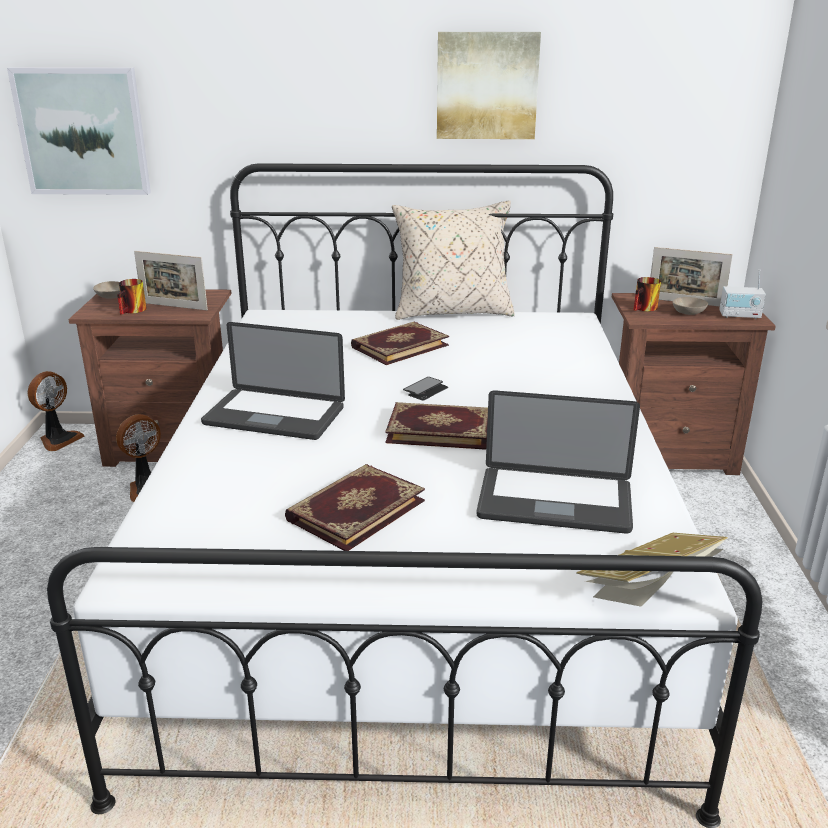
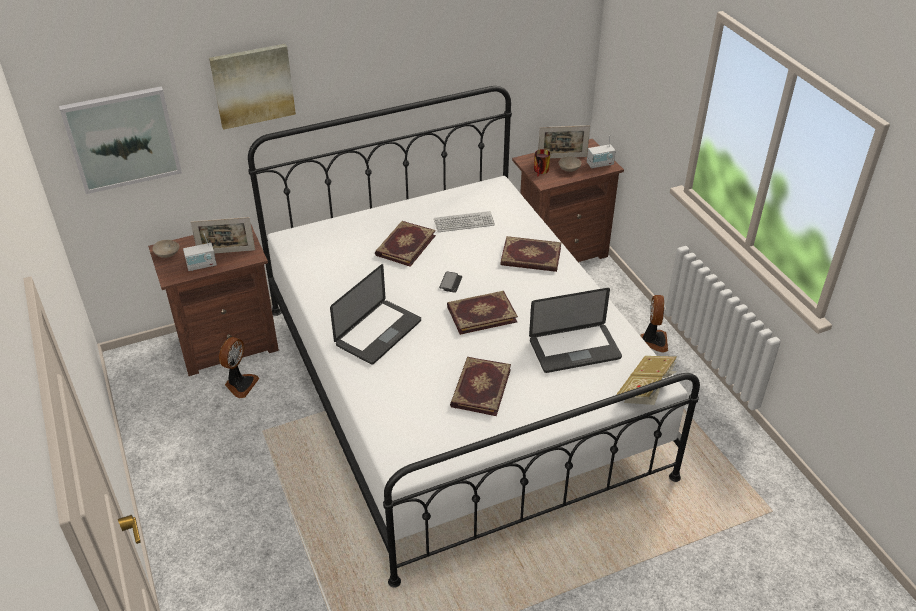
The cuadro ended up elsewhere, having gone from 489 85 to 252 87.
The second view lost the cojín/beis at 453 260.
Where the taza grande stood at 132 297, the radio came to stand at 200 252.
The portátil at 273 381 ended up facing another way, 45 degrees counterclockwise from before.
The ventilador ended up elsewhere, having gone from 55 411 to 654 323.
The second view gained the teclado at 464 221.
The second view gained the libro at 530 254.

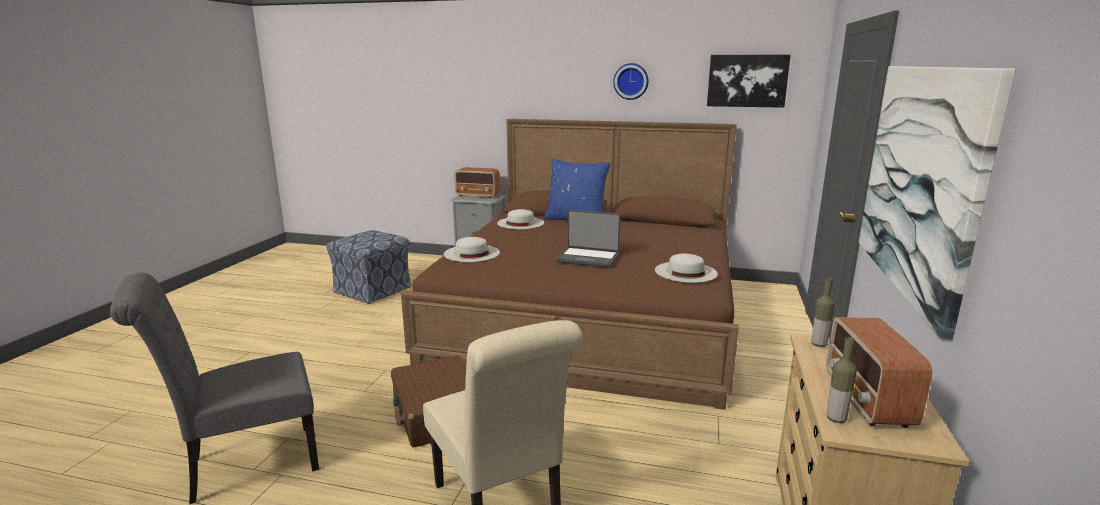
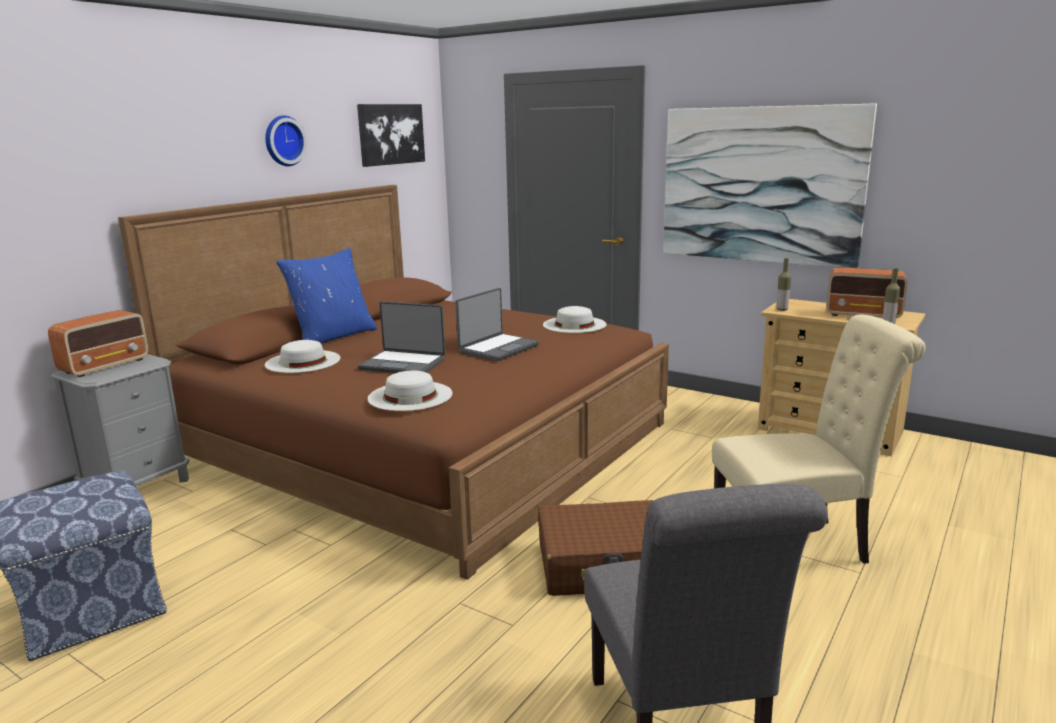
The second view gained the portátil at 402 337.

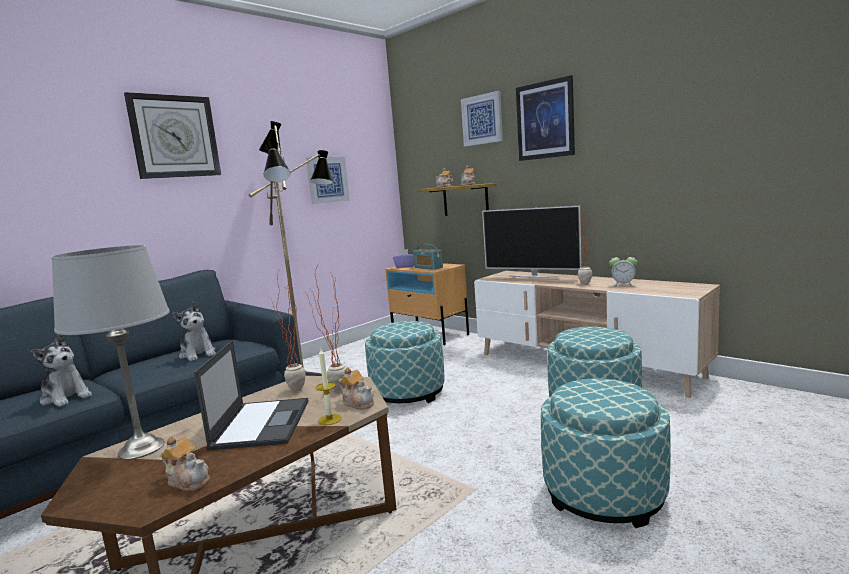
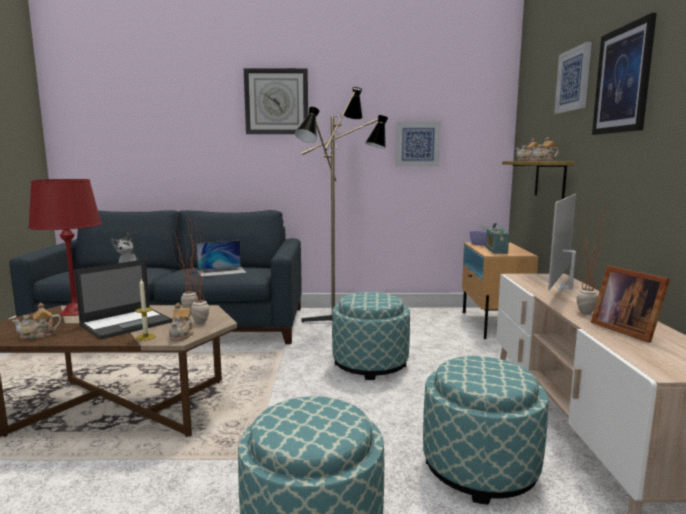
The televisor at 532 242 ended up facing another way, 45 degrees clockwise from before.
What was the lámpara de mesa/gris at 110 352 turned into the lámpara de mesa/rojo at 65 247.
Where the despertador stood at 623 272, the portarretratos came to stand at 630 304.
Where the peluche stood at 194 331, the portátil came to stand at 221 258.
The tetera at 185 463 ended up facing another way, 75 degrees clockwise from before.

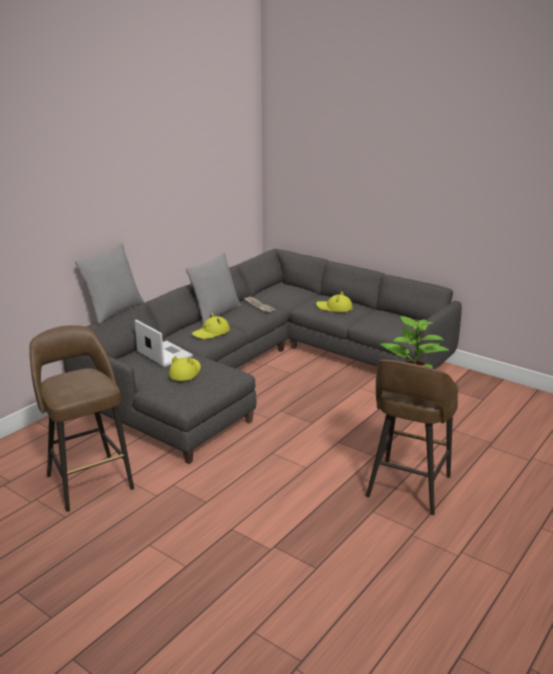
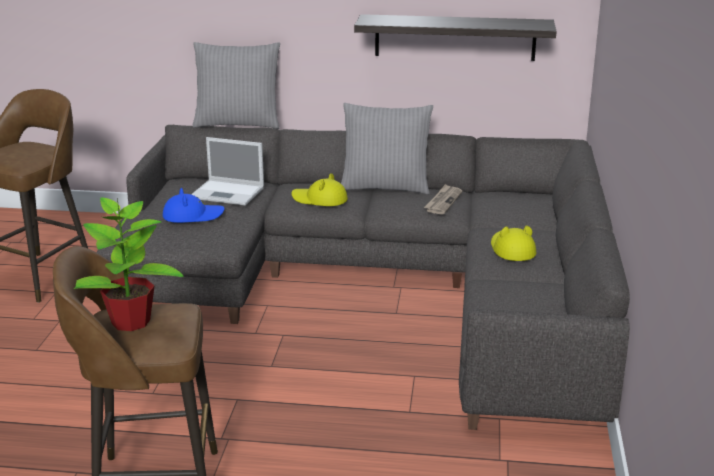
The portátil at 164 343 ended up facing another way, 90 degrees clockwise from before.
What was the sombrero/amarillo at 185 368 turned into the sombrero/azul at 194 205.
The second view gained the estante at 455 37.

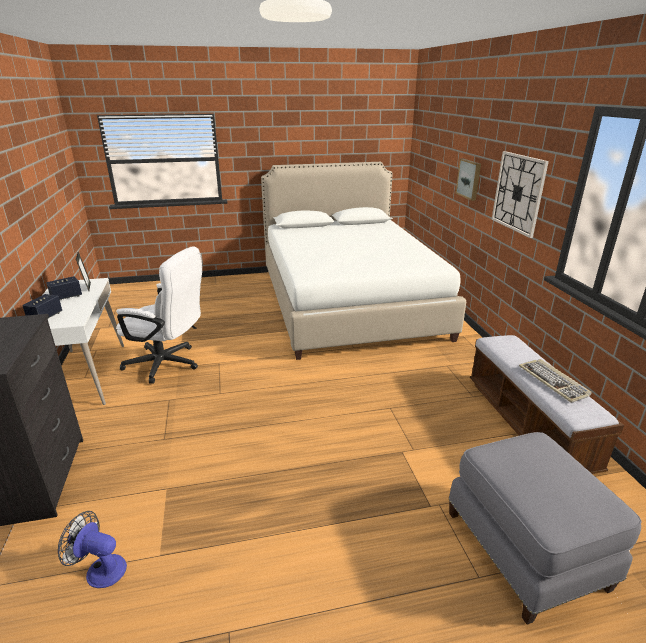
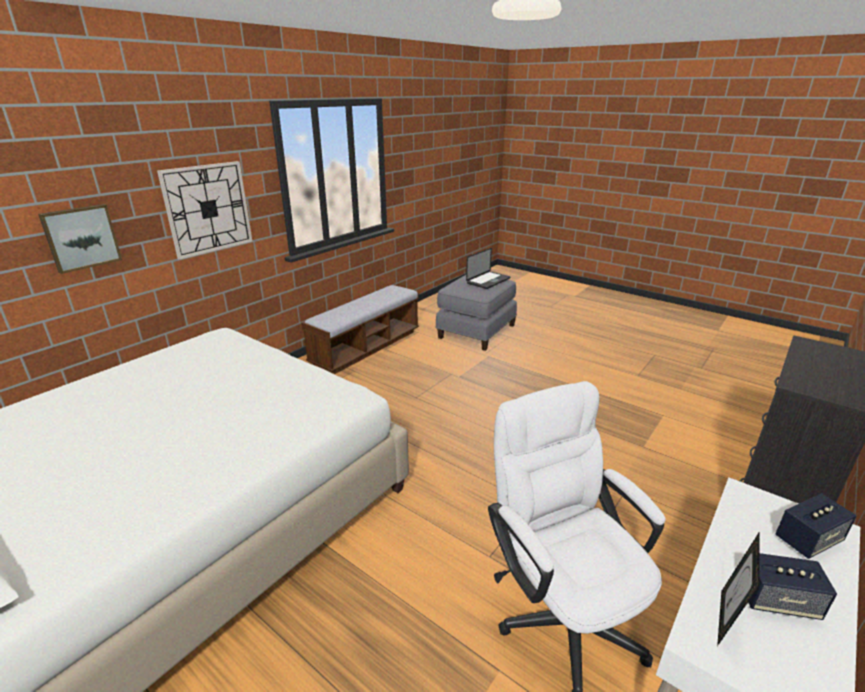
The second view lost the teclado at 555 381.
The second view lost the ventilador at 92 549.
The second view gained the portátil at 488 268.

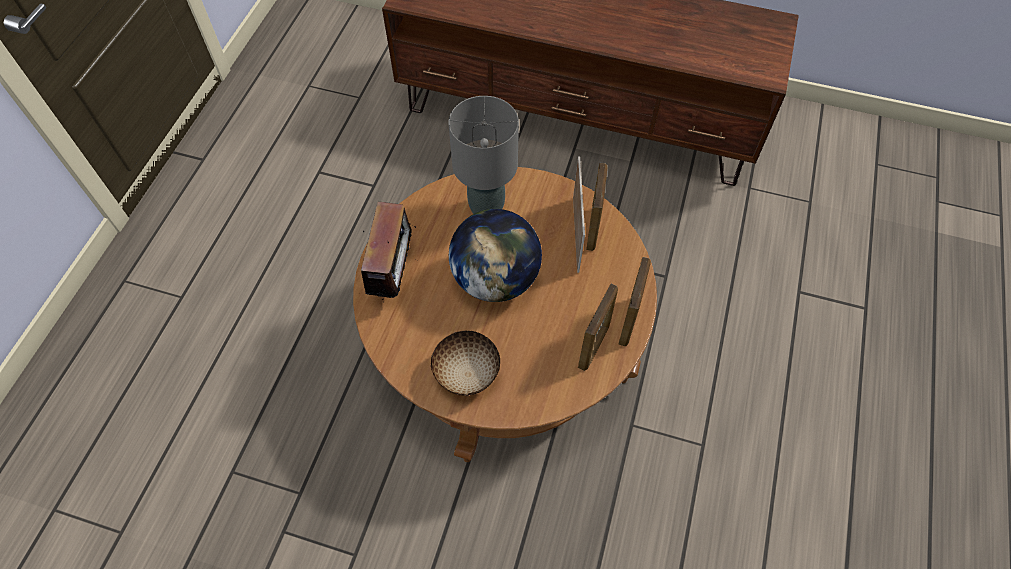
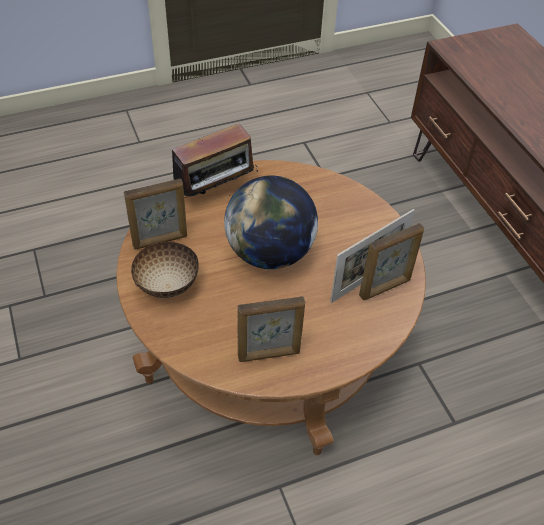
The second view lost the lámpara de mesa/gris at 483 155.
The portarretratos ended up elsewhere, having gone from 634 301 to 155 214.

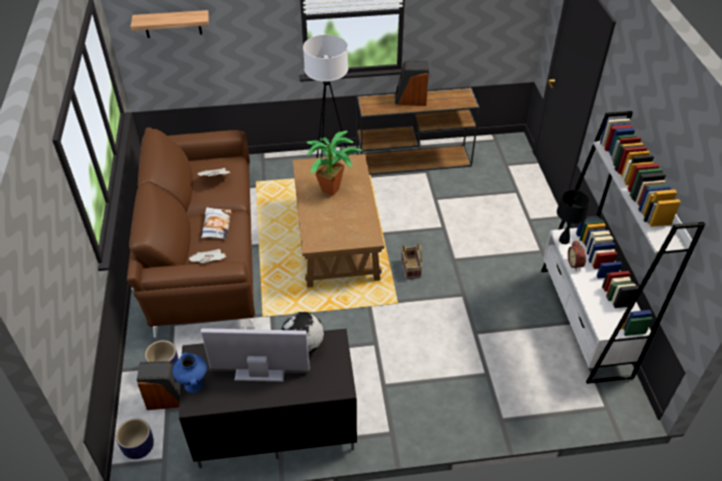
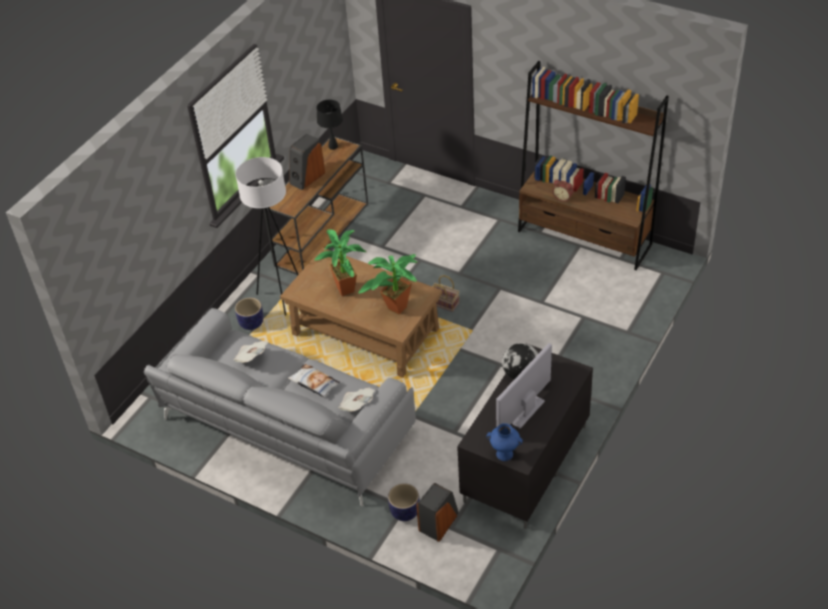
The second view lost the estante at 170 24.
What was the estantería/blanco at 623 247 turned into the estantería/marrón at 593 165.
What was the sofá/marrón at 190 232 turned into the sofá/gris at 280 407.
The lámpara de mesa/negro ended up elsewhere, having gone from 573 217 to 329 125.
The maceta ended up elsewhere, having gone from 135 438 to 249 314.
The second view gained the planta en maceta at 388 284.

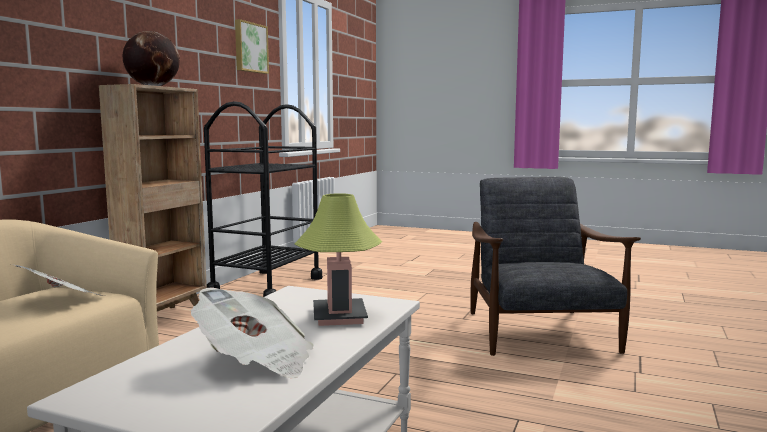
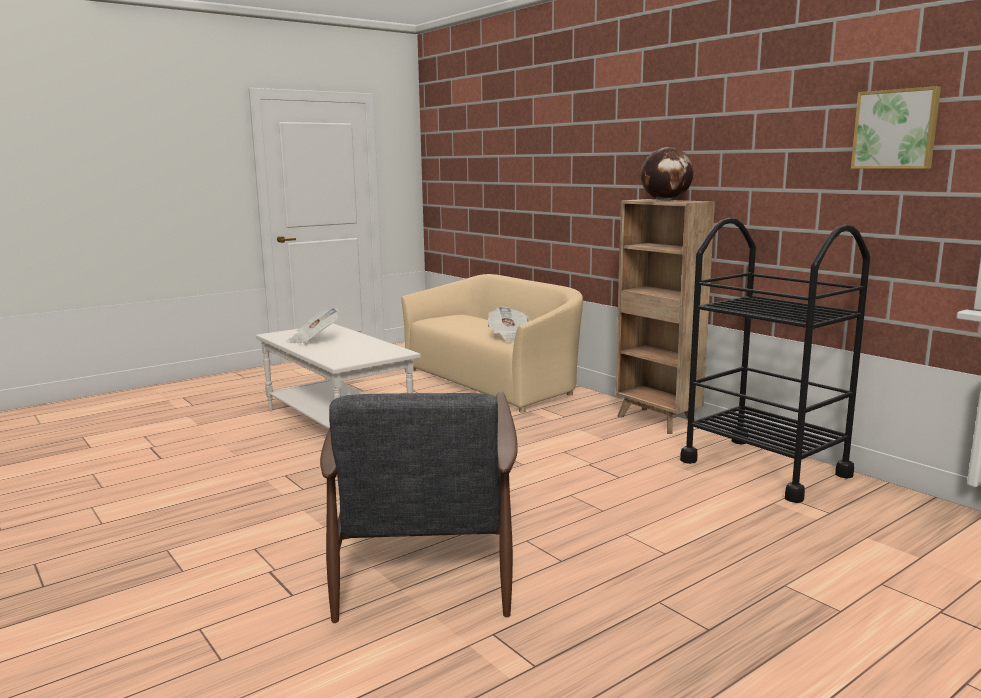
The sillón/gris at 555 266 ended up facing another way, 60 degrees clockwise from before.
The second view lost the lámpara de mesa at 338 260.

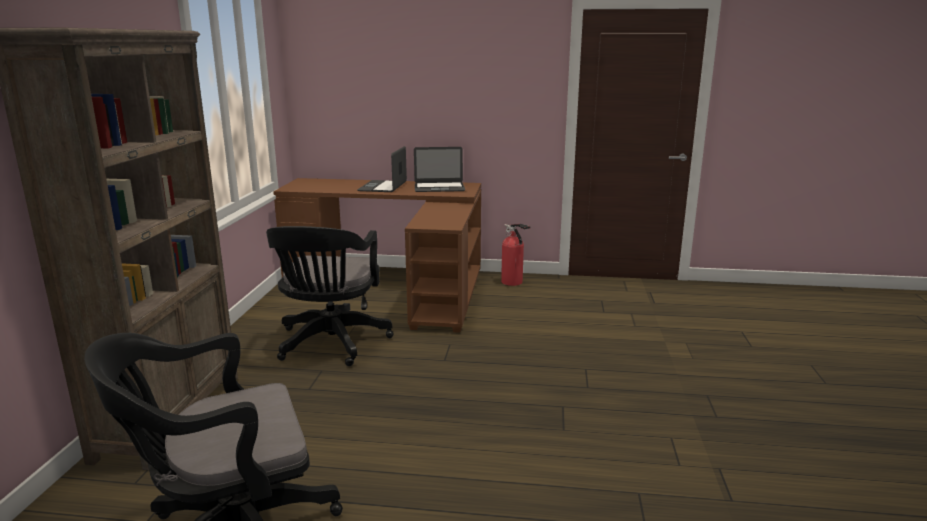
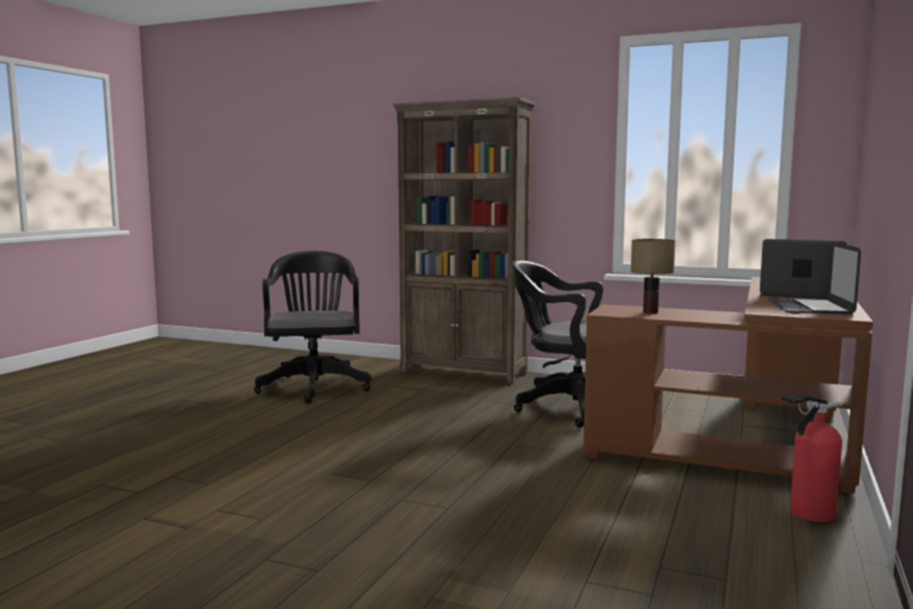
The second view gained the lámpara de mesa at 653 276.

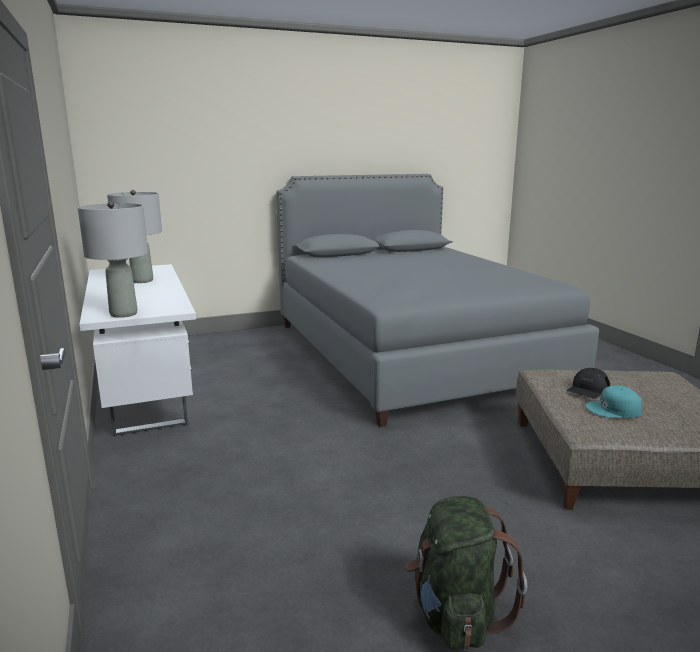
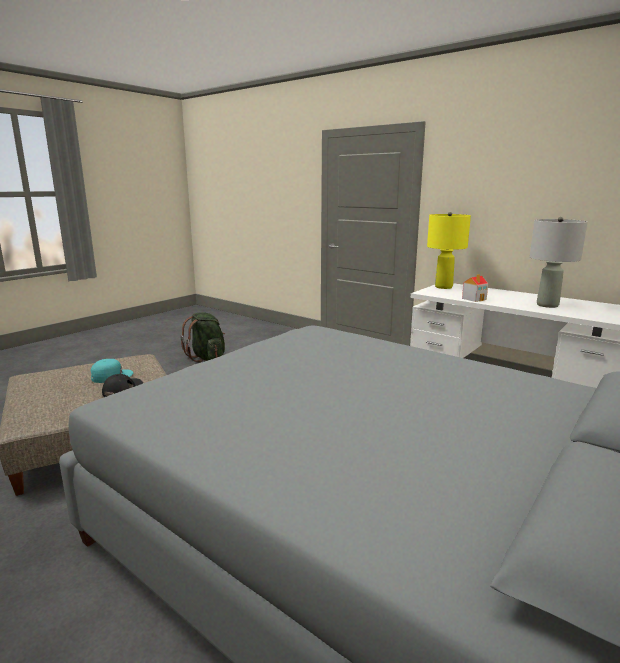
What was the lámpara de mesa/gris at 113 259 turned into the lámpara de mesa/amarillo at 449 250.
The second view gained the casita at 475 288.

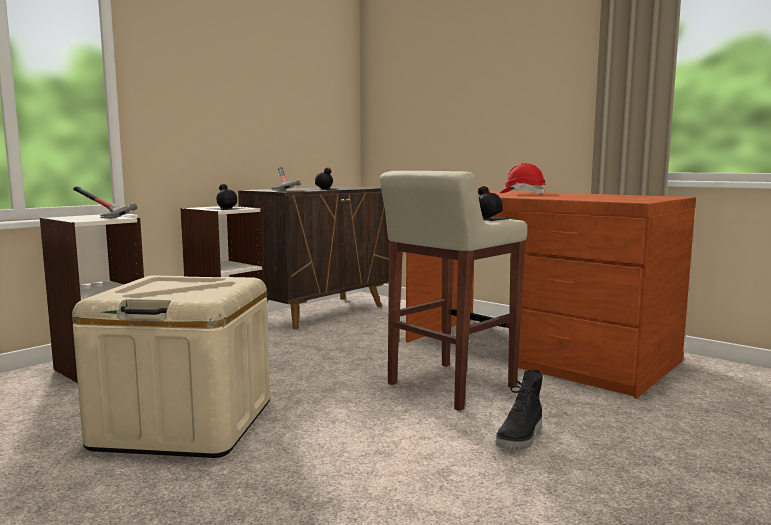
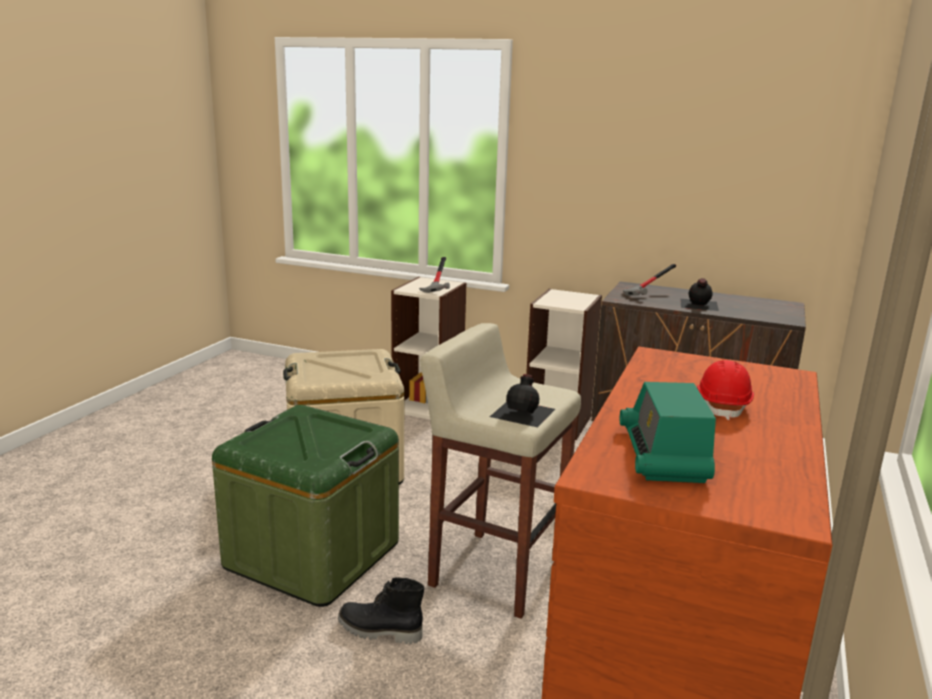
The second view lost the botella/negro at 228 197.
The second view gained the radio at 668 432.
The second view gained the caja de almacenaje/verde at 305 506.

